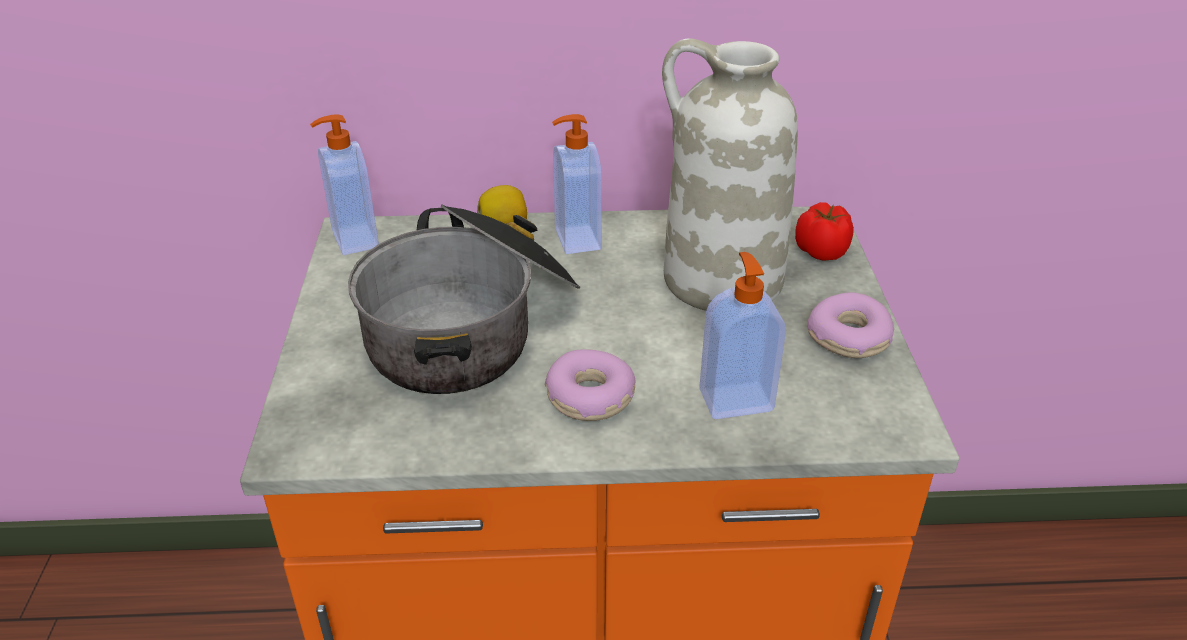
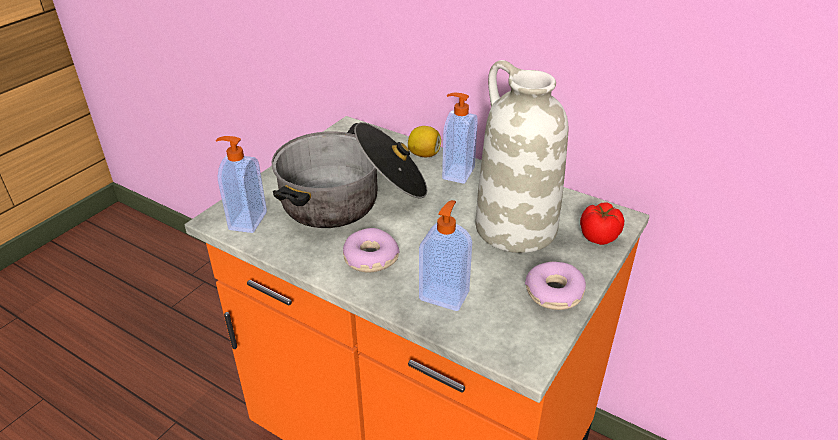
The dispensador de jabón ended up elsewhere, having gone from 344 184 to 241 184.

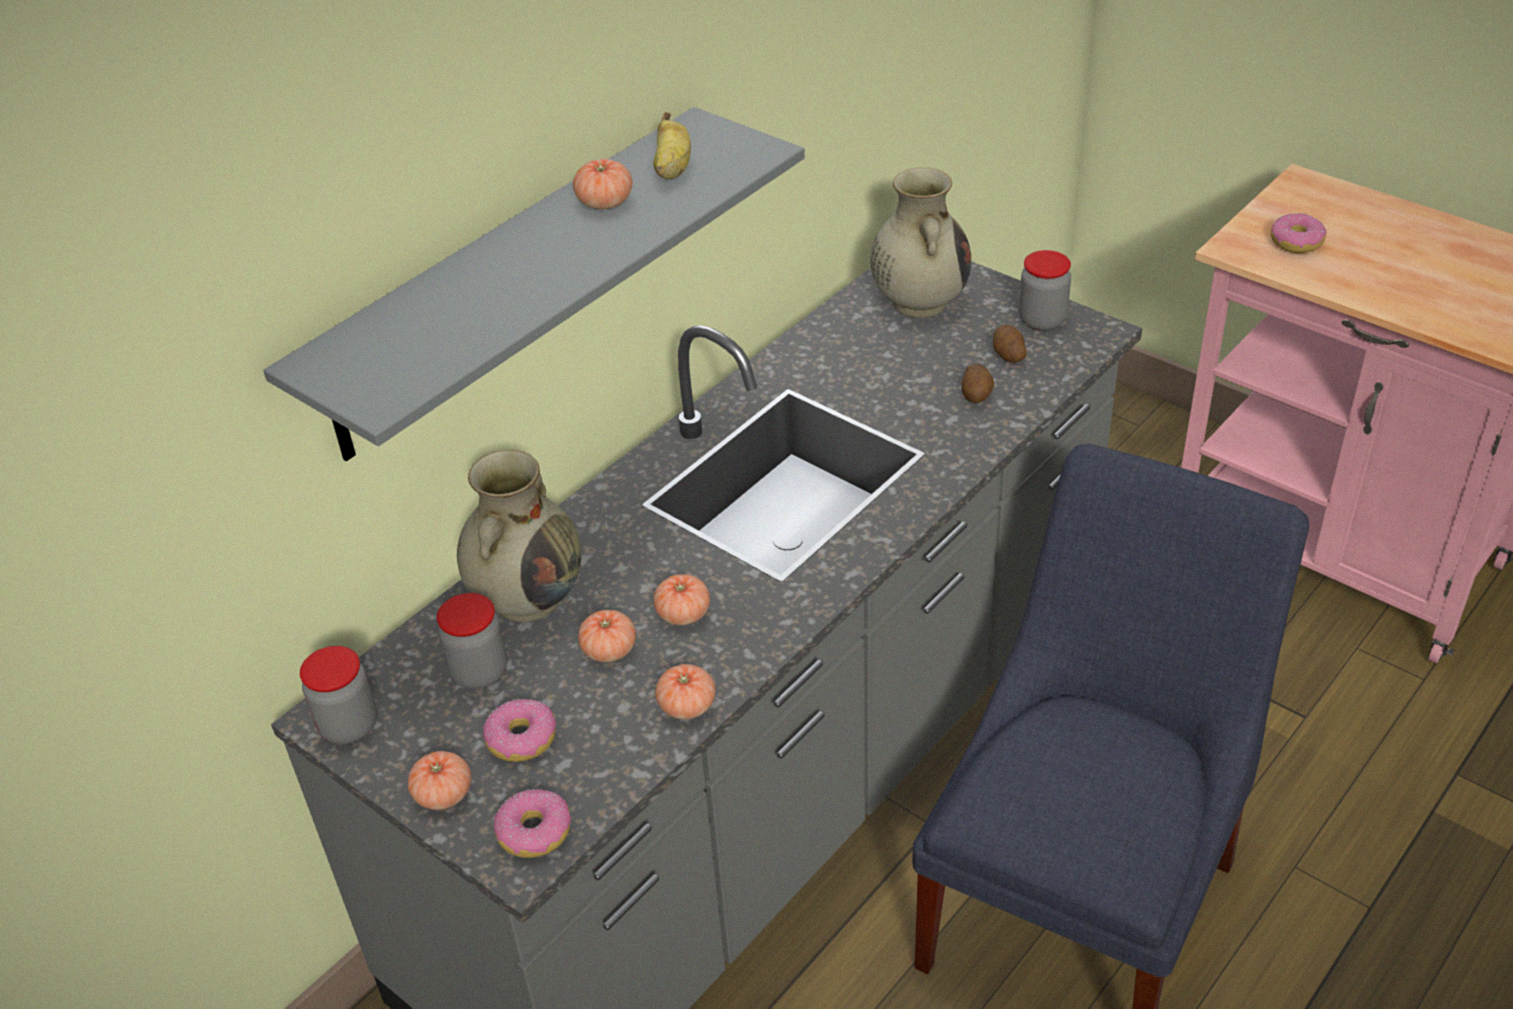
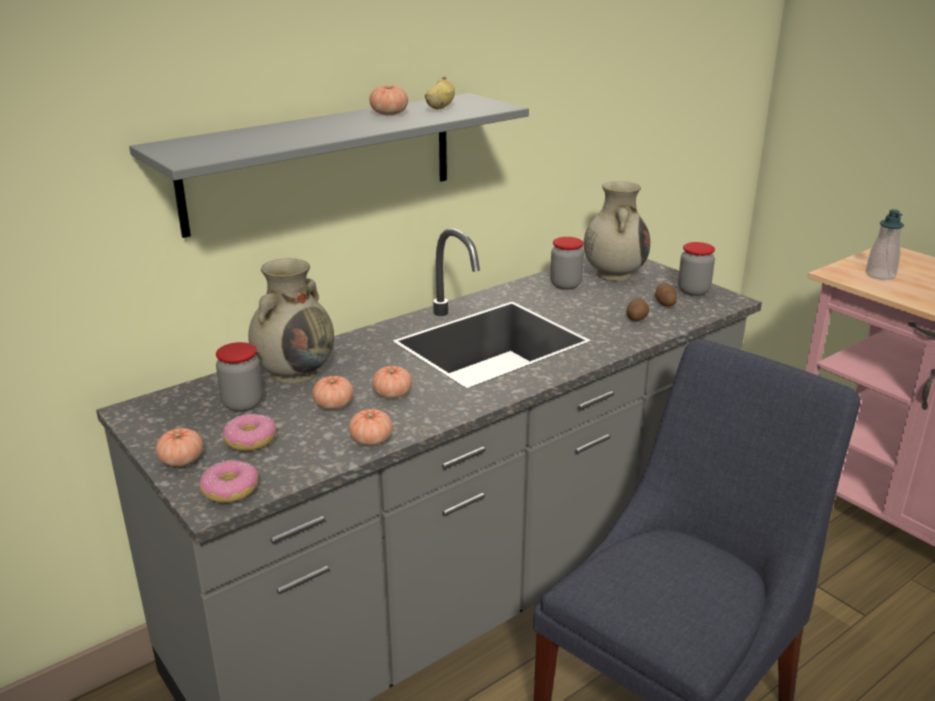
Where the rosquilla stood at 1298 233, the dispensador de jabón came to stand at 885 244.
The tarro ended up elsewhere, having gone from 338 695 to 567 263.

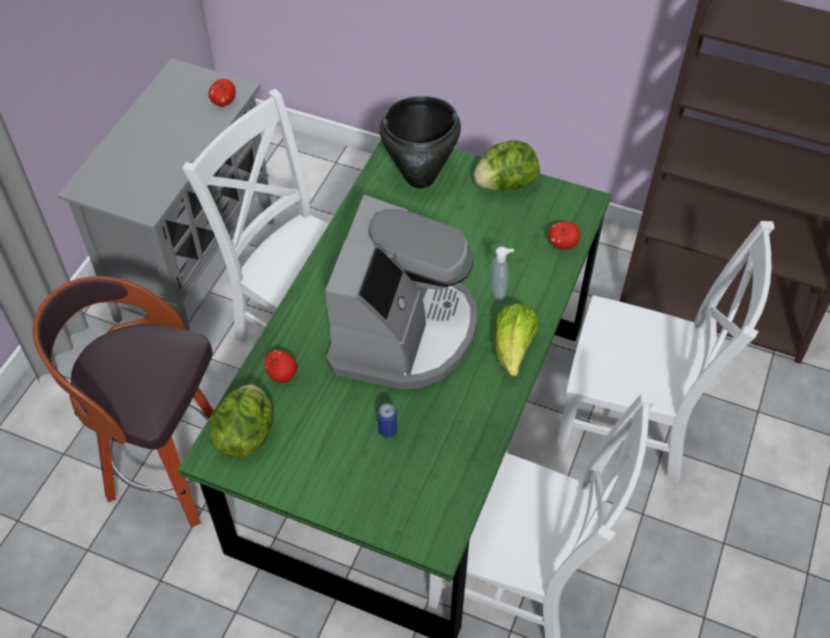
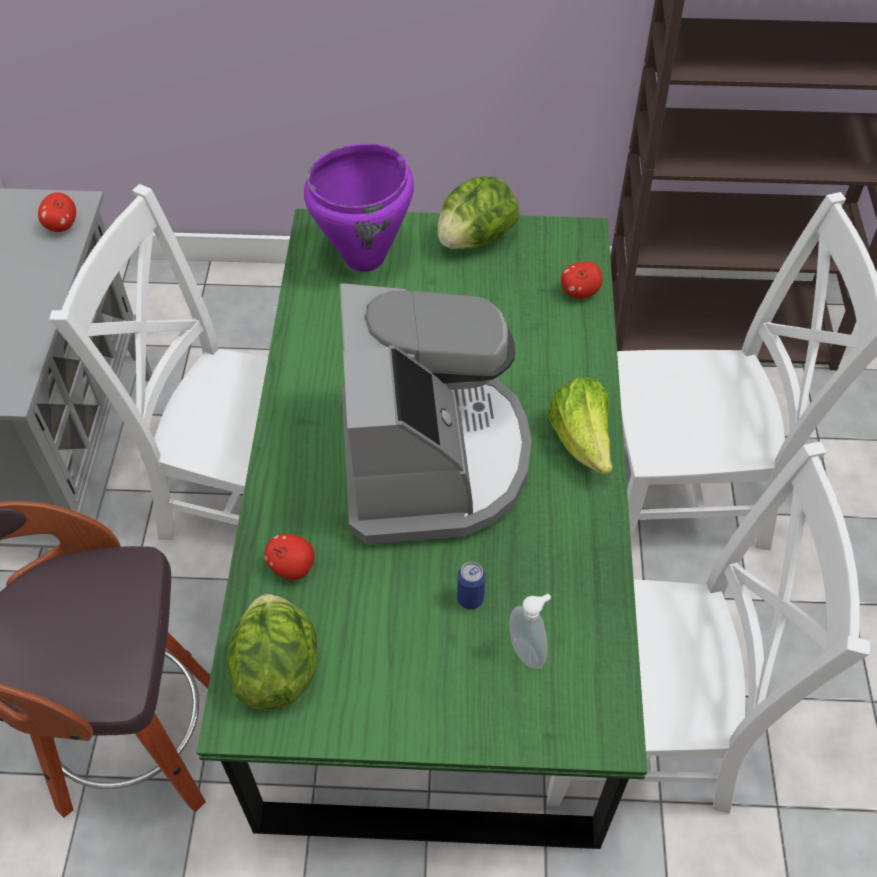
What was the olla/negro at 420 142 turned into the olla/morado at 359 207.
The dispensador de jabón ended up elsewhere, having gone from 502 273 to 530 631.

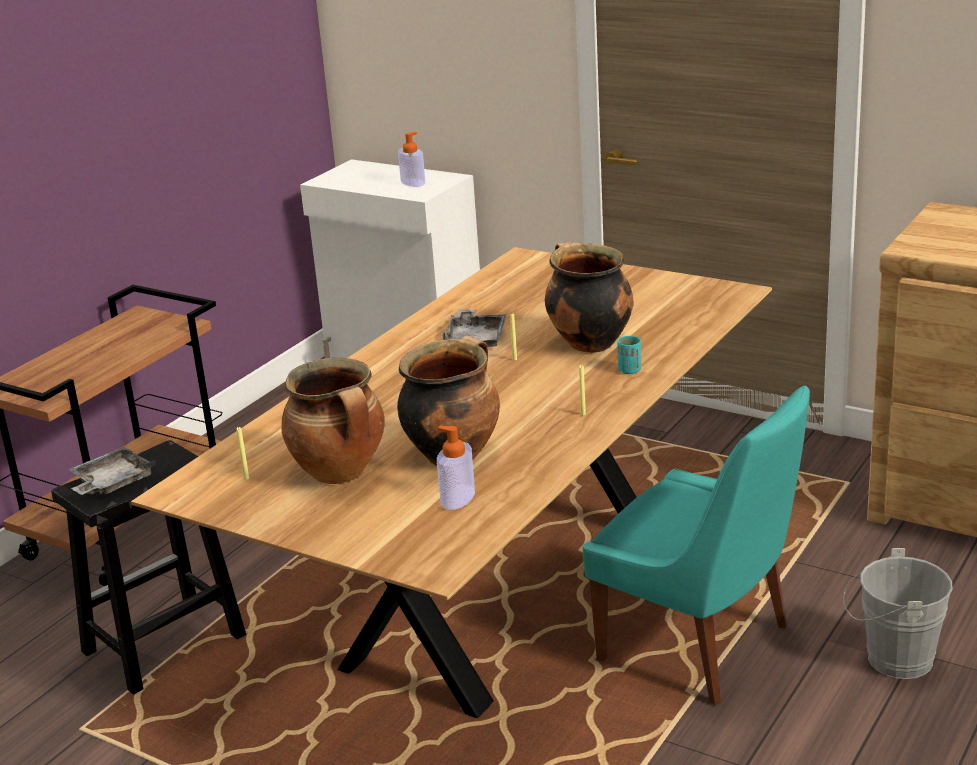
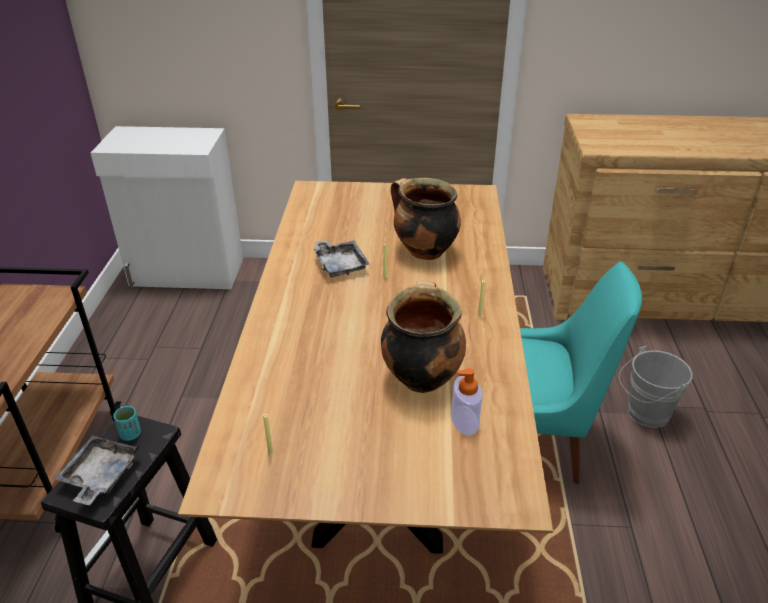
The second view lost the dispensador de jabón at 411 159.
The taza/turquesa ended up elsewhere, having gone from 629 355 to 127 423.
The second view lost the olla at 333 421.

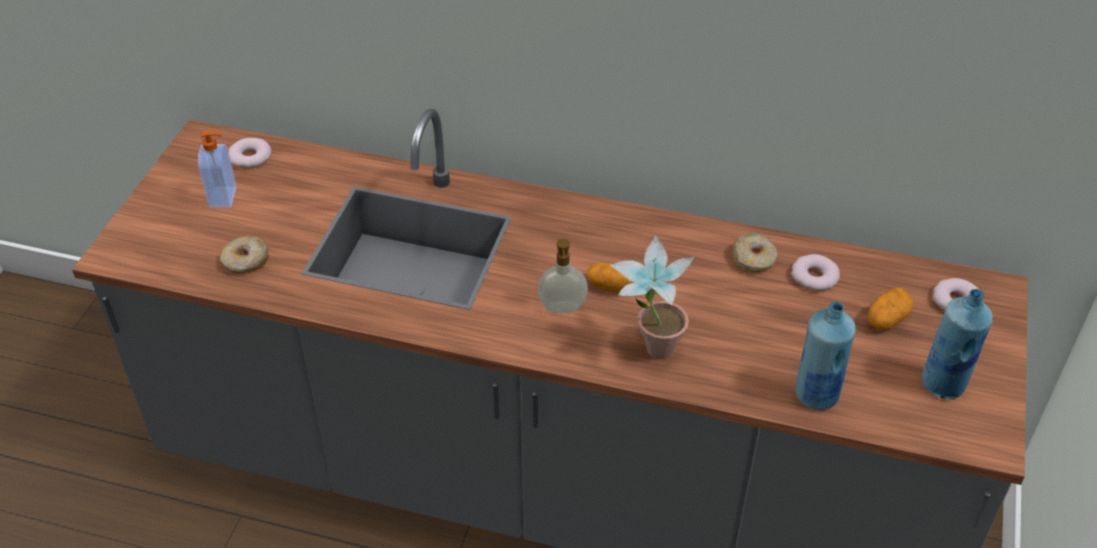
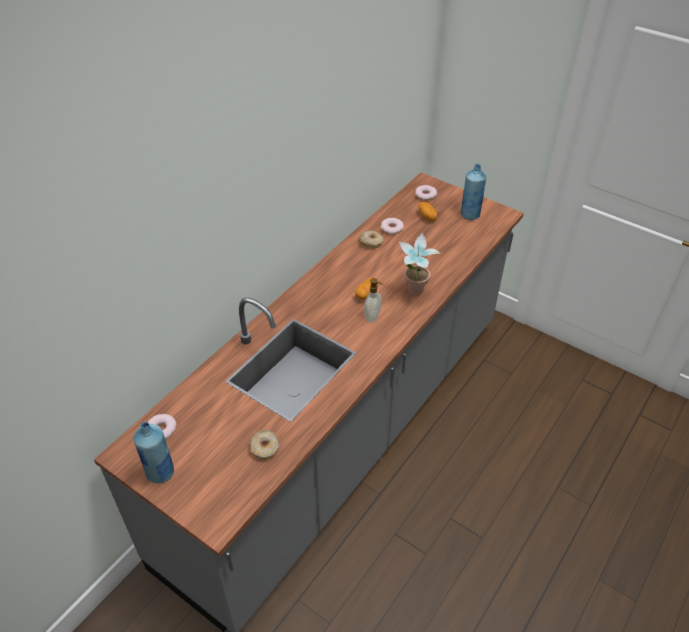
The second view lost the dispensador de jabón at 217 169.
The botella/azul ended up elsewhere, having gone from 825 355 to 154 453.

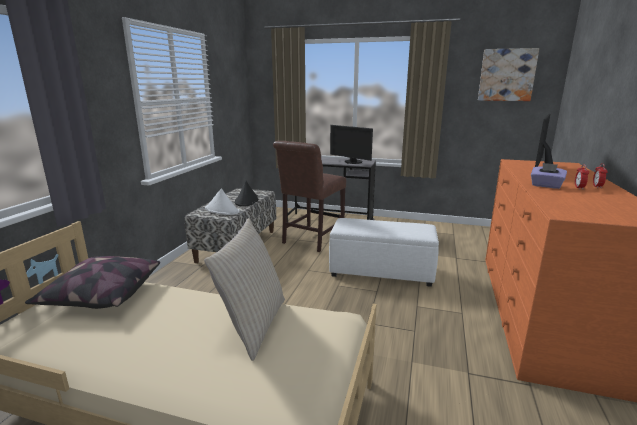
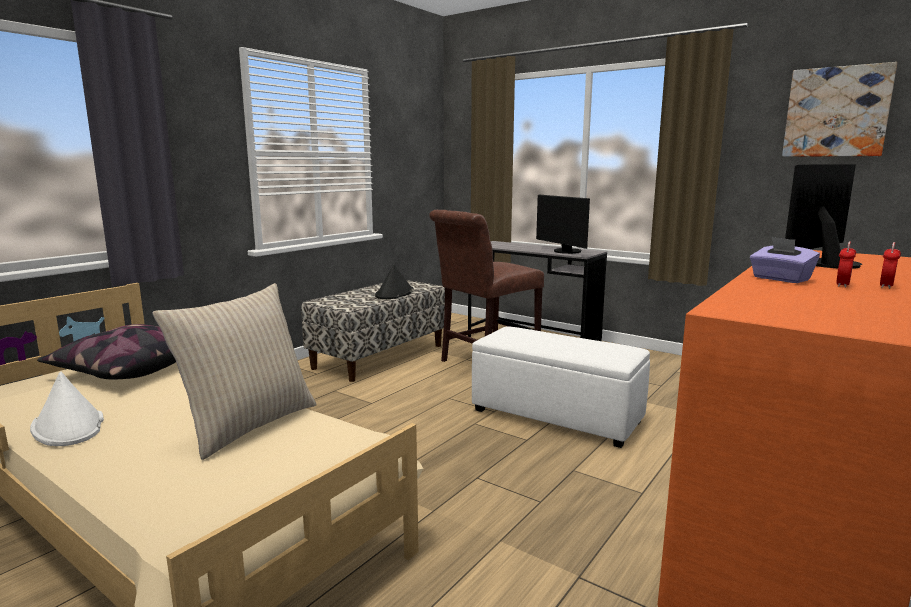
The sombrero/blanco ended up elsewhere, having gone from 222 201 to 67 409.

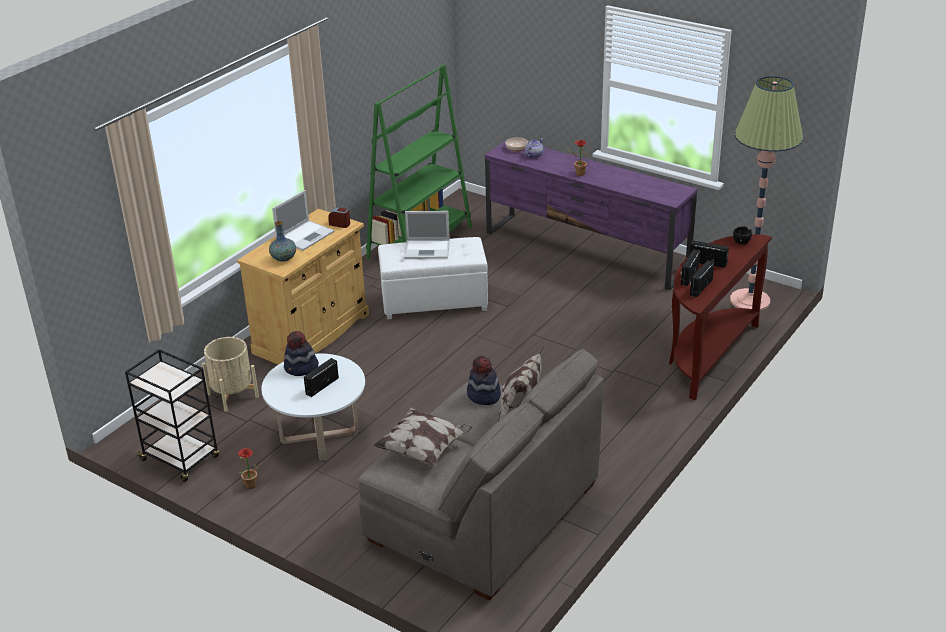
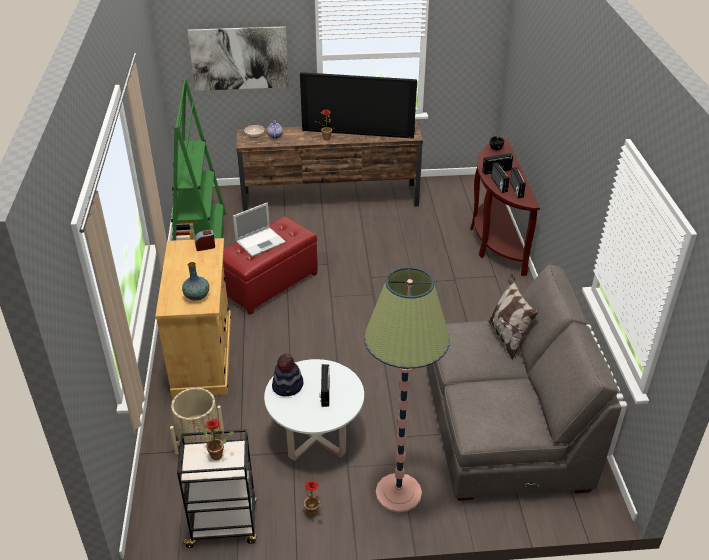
The lámpara de pie ended up elsewhere, having gone from 766 193 to 407 390.
What was the mueble de televisión/morado at 591 214 turned into the mueble de televisión/marrón at 329 167.
The second view lost the portátil at 303 220.
What was the puf/blanco at 433 278 turned into the puf/rojo at 270 266.
The second view lost the sombrero at 484 380.
The second view lost the cojín at 422 437.
The second view gained the cuadro at 238 58.
The second view gained the televisor at 358 105.
The second view gained the planta en maceta at 218 439.

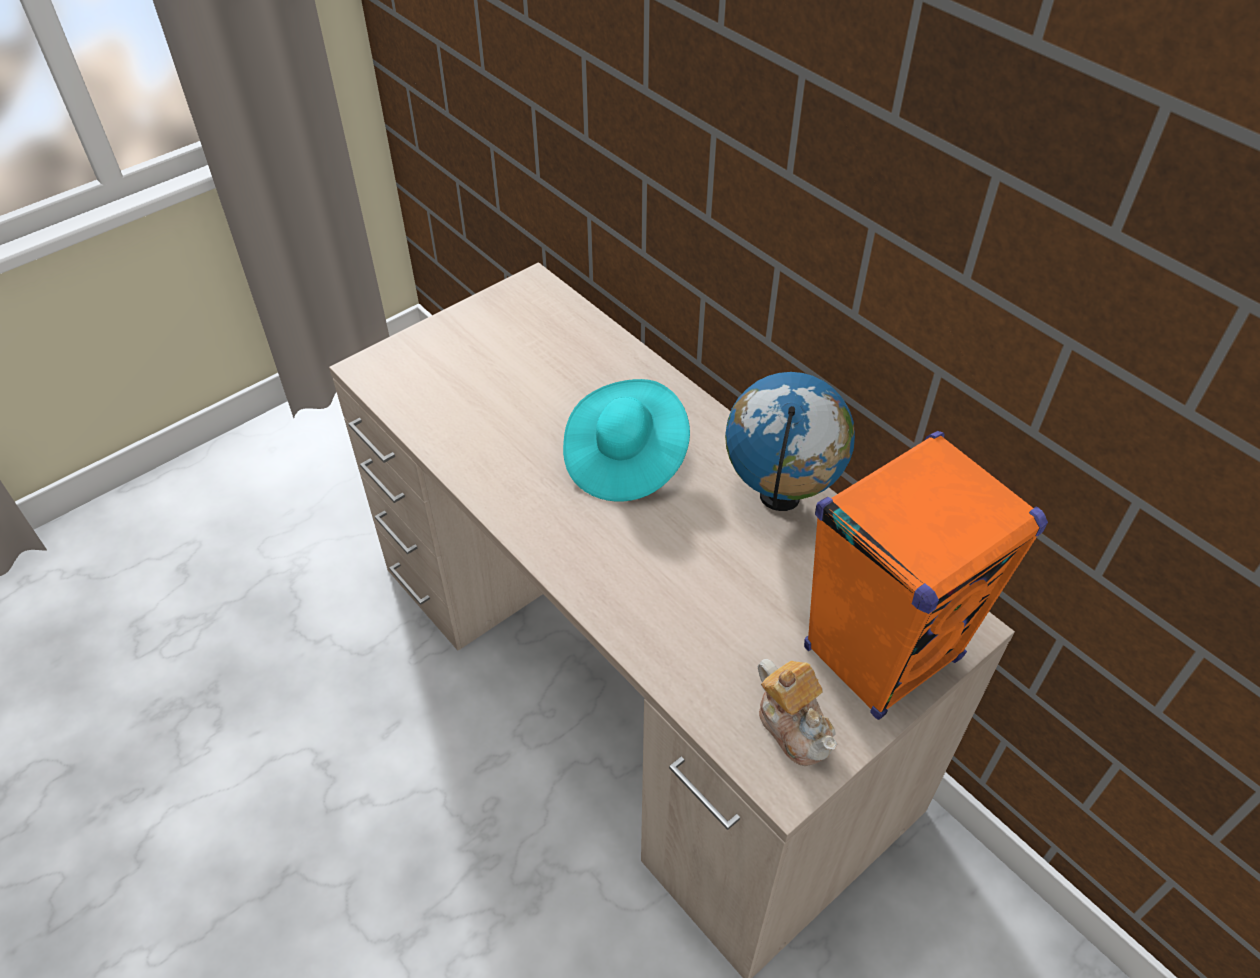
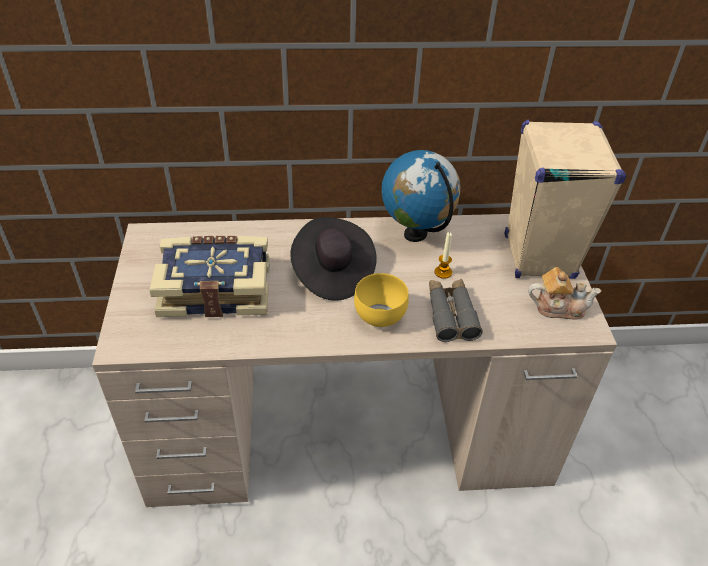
What was the sombrero/turquesa at 626 440 turned into the sombrero/negro at 333 259.
What was the altavoz/naranja at 926 575 turned into the altavoz/beis at 565 199.
The second view gained the vela at 443 255.
The second view gained the libro at 209 276.
The second view gained the cuenco/amarillo at 381 300.
The second view gained the prismáticos/gris at 456 310.

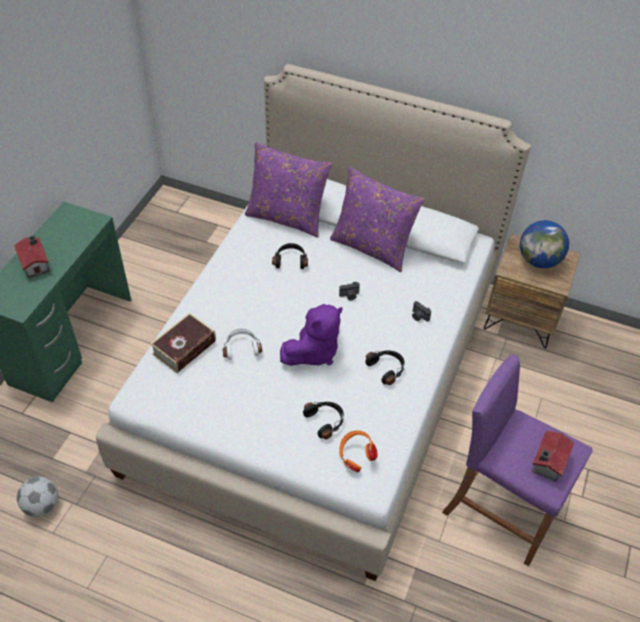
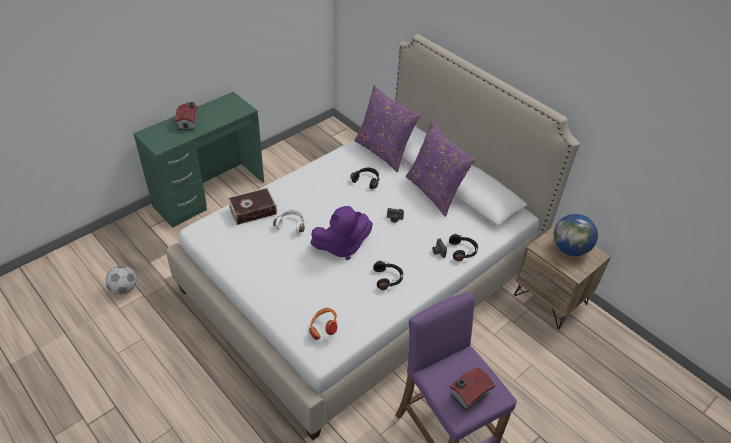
The auriculares/negro ended up elsewhere, having gone from 323 421 to 463 247.

